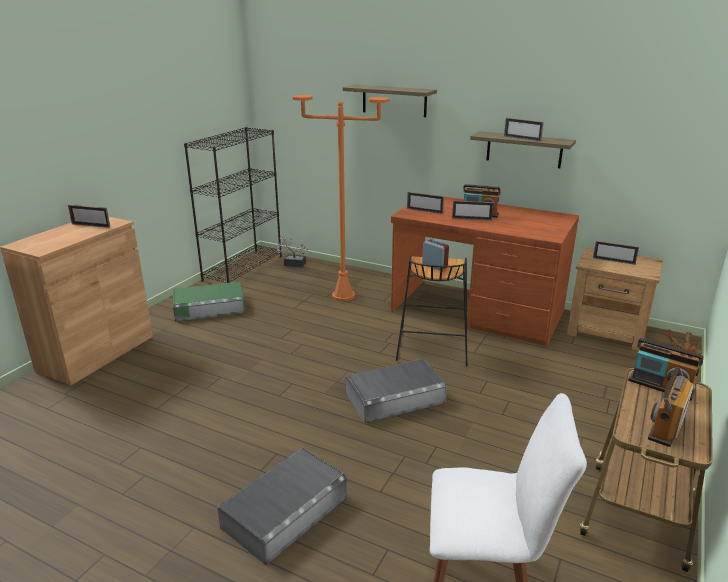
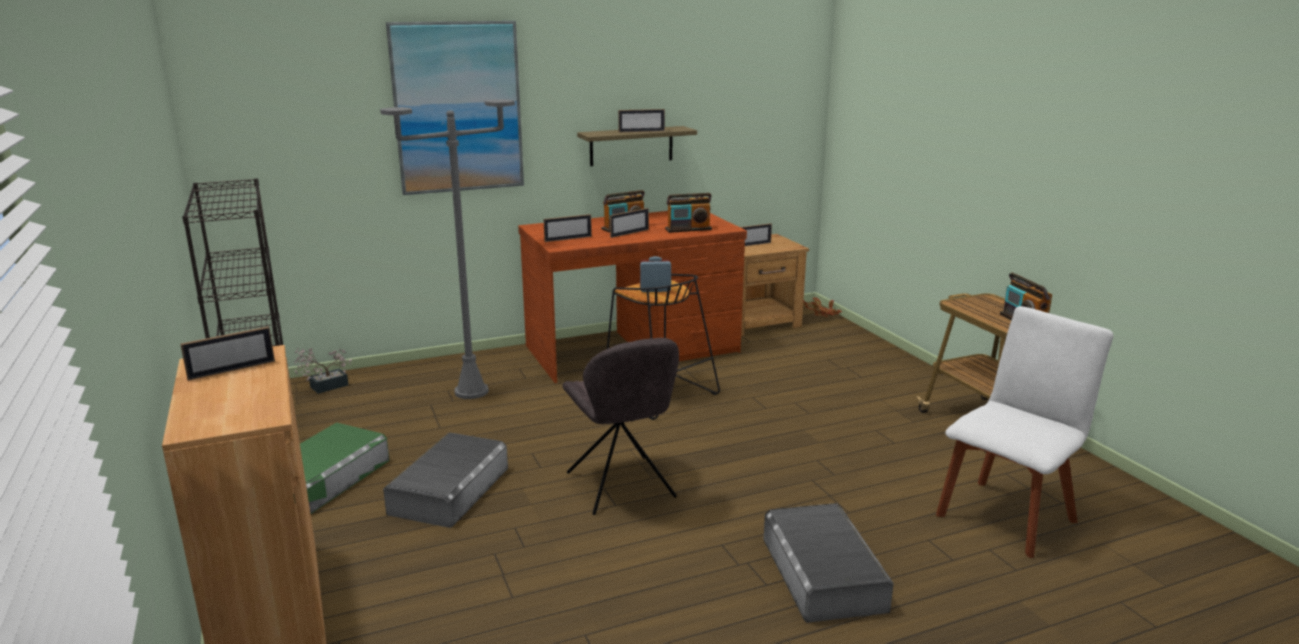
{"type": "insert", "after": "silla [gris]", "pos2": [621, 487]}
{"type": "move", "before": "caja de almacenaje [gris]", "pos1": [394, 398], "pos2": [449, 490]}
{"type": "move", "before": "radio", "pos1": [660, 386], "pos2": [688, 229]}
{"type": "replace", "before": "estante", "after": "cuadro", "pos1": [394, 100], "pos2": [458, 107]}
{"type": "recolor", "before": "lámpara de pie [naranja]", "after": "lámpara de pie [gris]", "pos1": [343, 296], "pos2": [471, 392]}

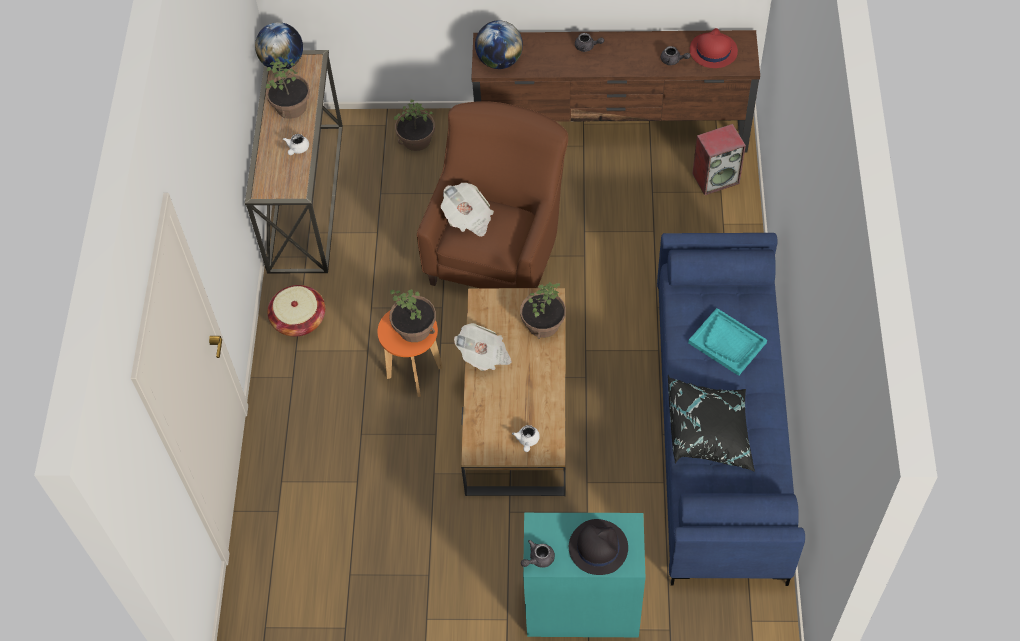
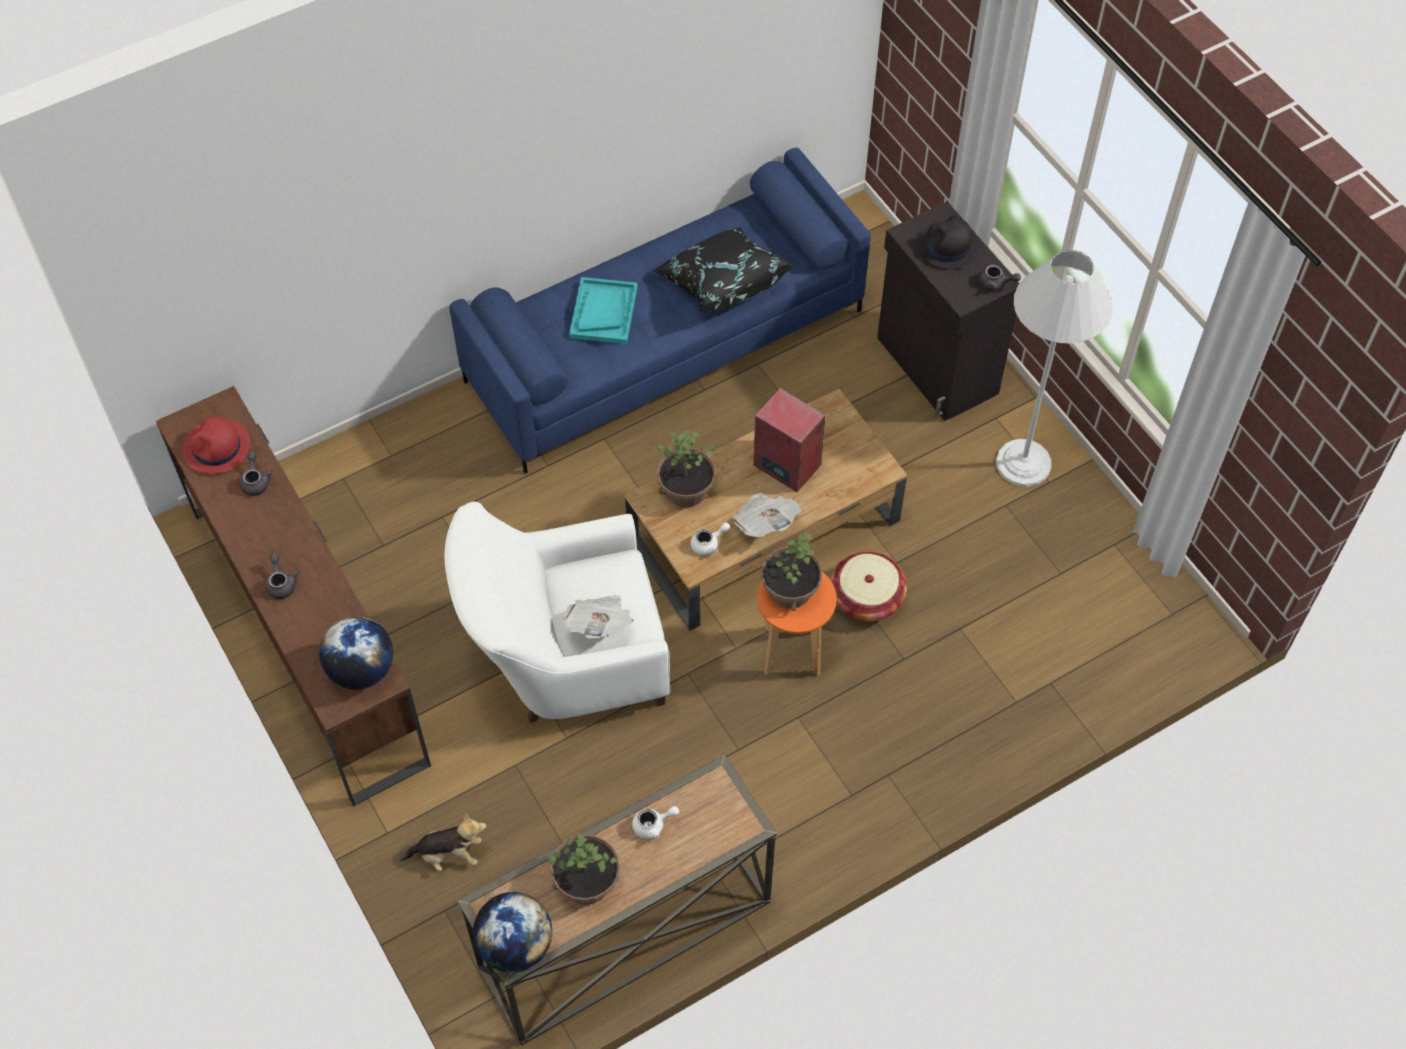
{"type": "insert", "after": "lámpara de pie [blanco]", "pos2": [1023, 463]}
{"type": "move", "before": "cesta", "pos1": [299, 320], "pos2": [866, 598]}
{"type": "move", "before": "tetera [blanco]", "pos1": [527, 441], "pos2": [708, 544]}
{"type": "move", "before": "altavoz", "pos1": [716, 178], "pos2": [785, 465]}
{"type": "replace", "before": "planta en maceta", "after": "peluche", "pos1": [416, 139], "pos2": [448, 855]}
{"type": "recolor", "before": "sillón [marrón]", "after": "sillón [blanco]", "pos1": [498, 248], "pos2": [565, 661]}
{"type": "recolor", "before": "armario [turquesa]", "after": "armario [negro]", "pos1": [581, 606], "pos2": [936, 367]}

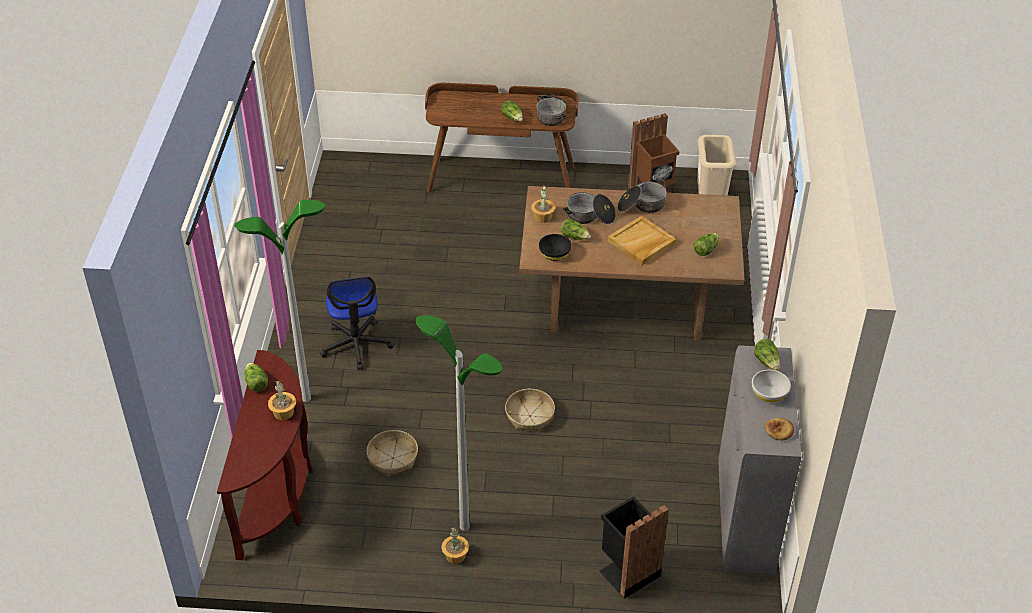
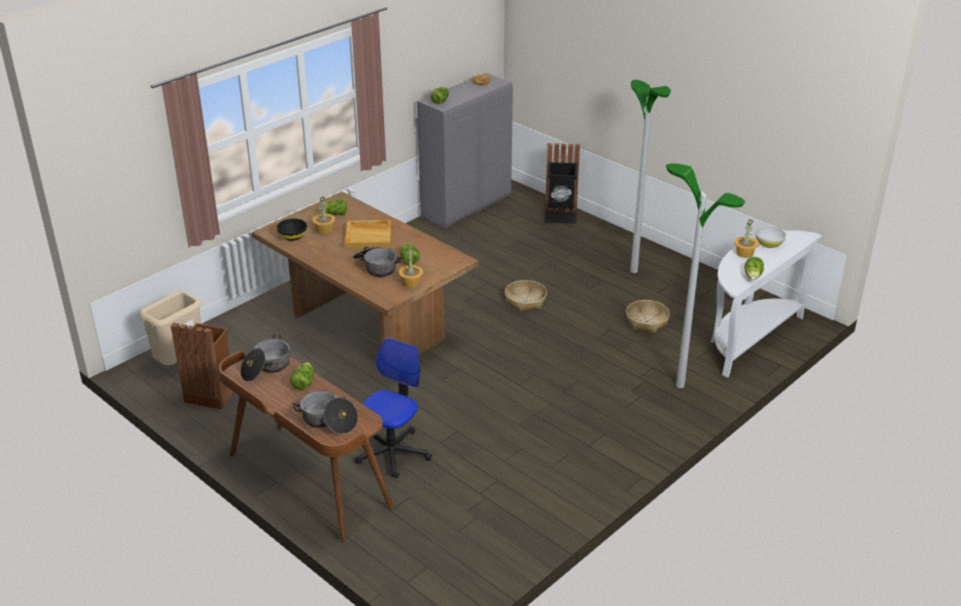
{"type": "move", "before": "silla de oficina", "pos1": [356, 345], "pos2": [392, 453]}
{"type": "move", "before": "planta en maceta", "pos1": [455, 556], "pos2": [324, 230]}
{"type": "move", "before": "cuenco [negro]", "pos1": [554, 254], "pos2": [293, 236]}
{"type": "move", "before": "olla", "pos1": [641, 205], "pos2": [328, 421]}
{"type": "move", "before": "cuenco [blanco]", "pos1": [769, 394], "pos2": [768, 244]}
{"type": "recolor", "before": "mesa consola [marrón]", "after": "mesa consola [blanco]", "pos1": [277, 494], "pos2": [749, 338]}

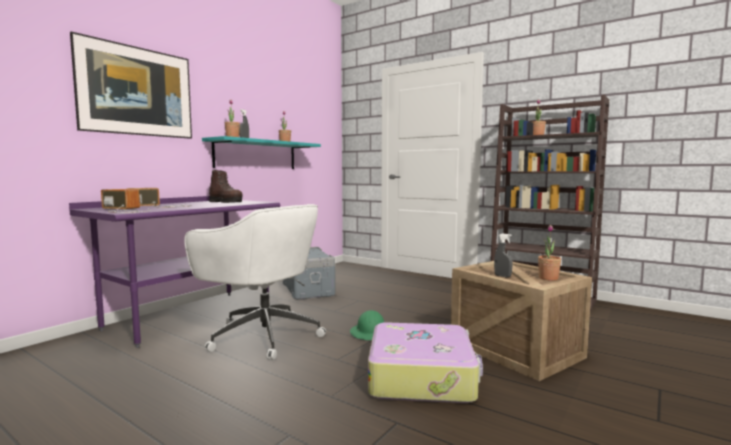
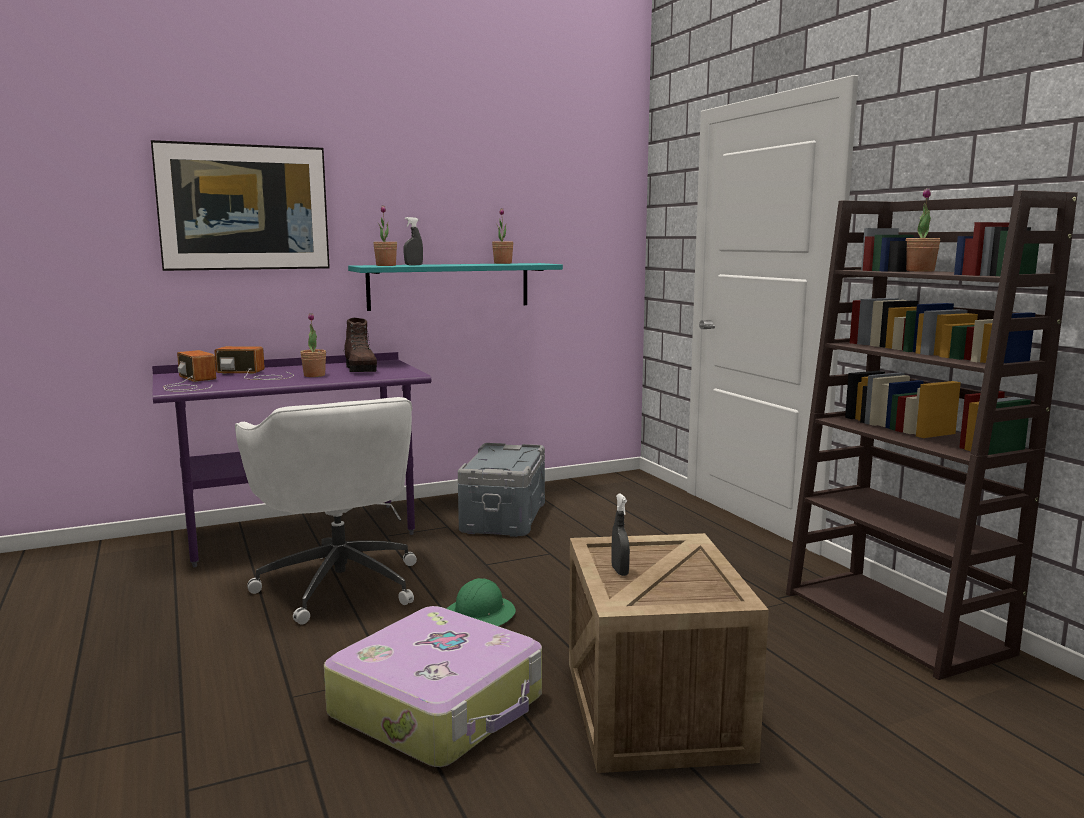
{"type": "move", "before": "planta en maceta", "pos1": [548, 278], "pos2": [314, 375]}

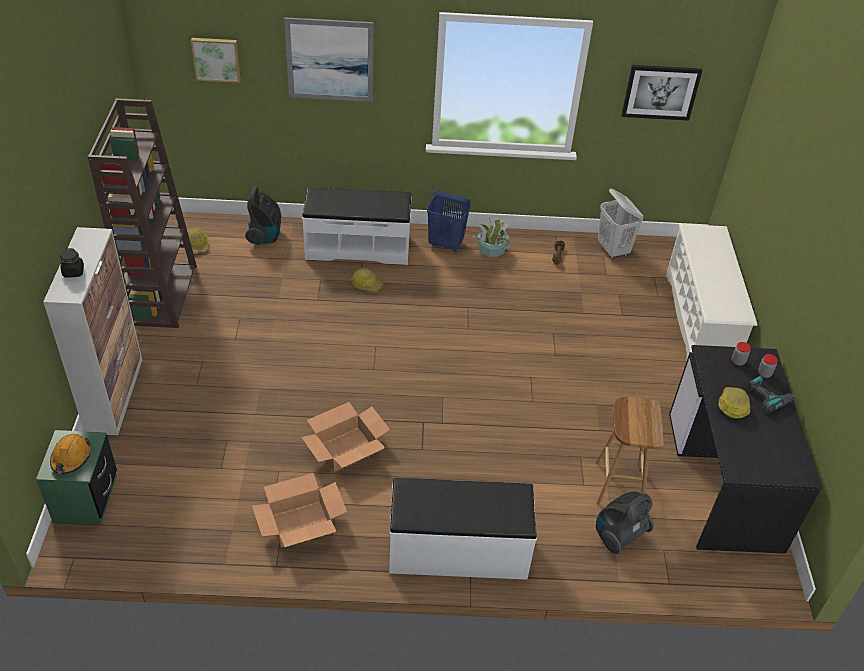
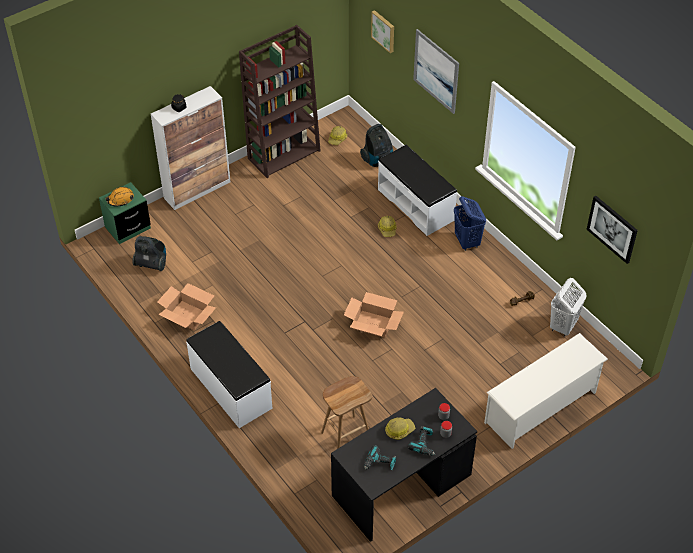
{"type": "delete", "before": "planta en maceta", "pos1": [491, 250]}
{"type": "insert", "after": "taladro", "pos2": [379, 463]}
{"type": "move", "before": "caja de cartón", "pos1": [346, 449], "pos2": [373, 324]}
{"type": "move", "before": "aspiradora", "pos1": [618, 535], "pos2": [152, 264]}

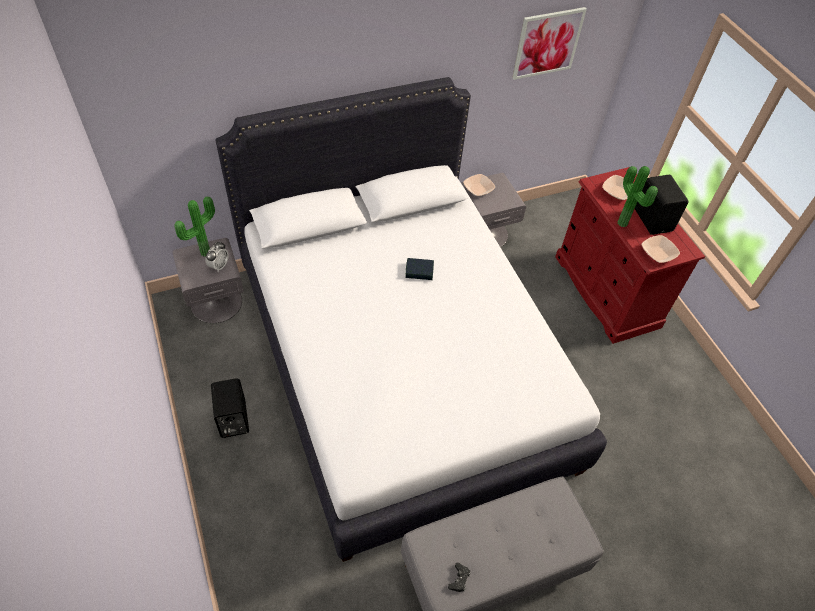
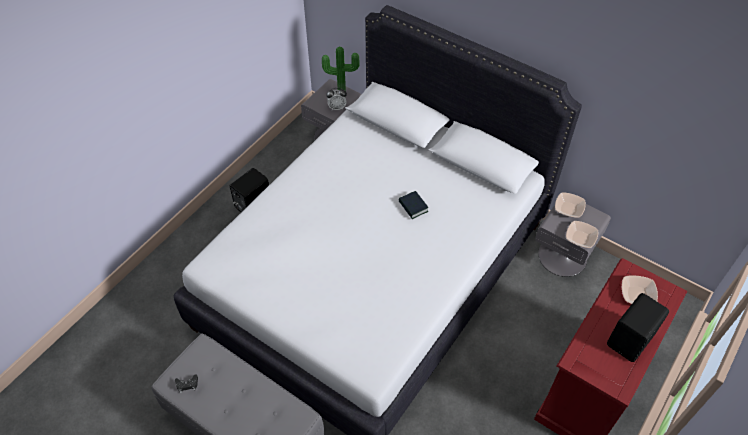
{"type": "delete", "before": "cuadro", "pos1": [547, 43]}
{"type": "delete", "before": "planta en maceta", "pos1": [624, 222]}
{"type": "move", "before": "cuenco", "pos1": [658, 253], "pos2": [580, 238]}

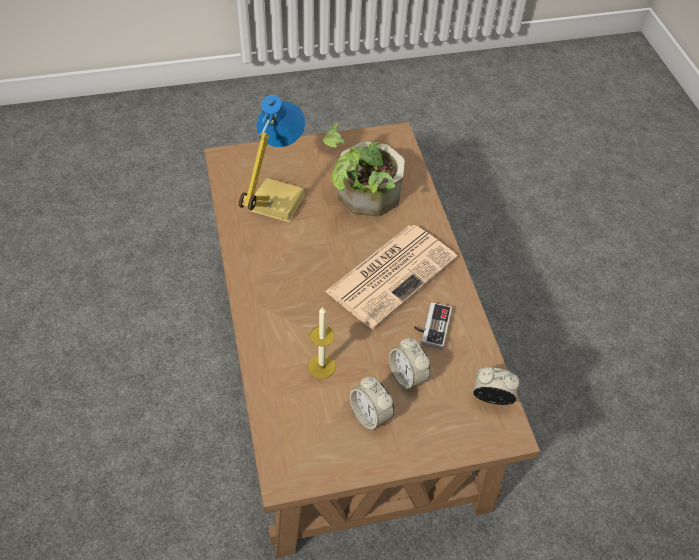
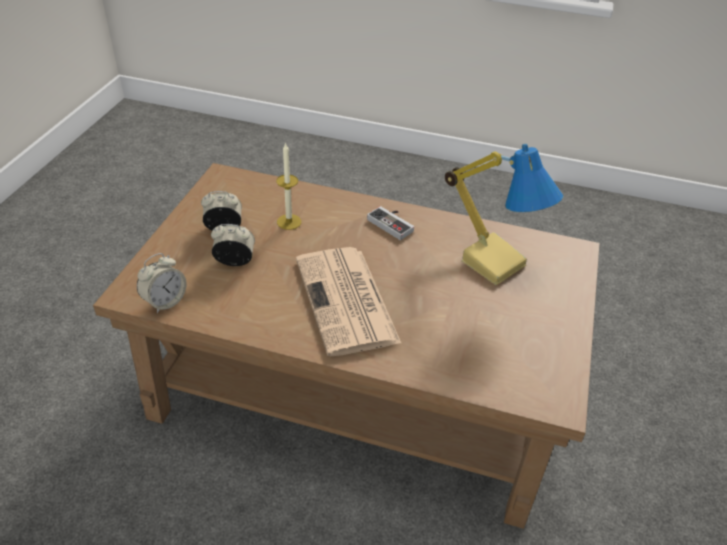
{"type": "delete", "before": "planta en maceta", "pos1": [362, 198]}
{"type": "move", "before": "mando de consola", "pos1": [431, 326], "pos2": [393, 223]}

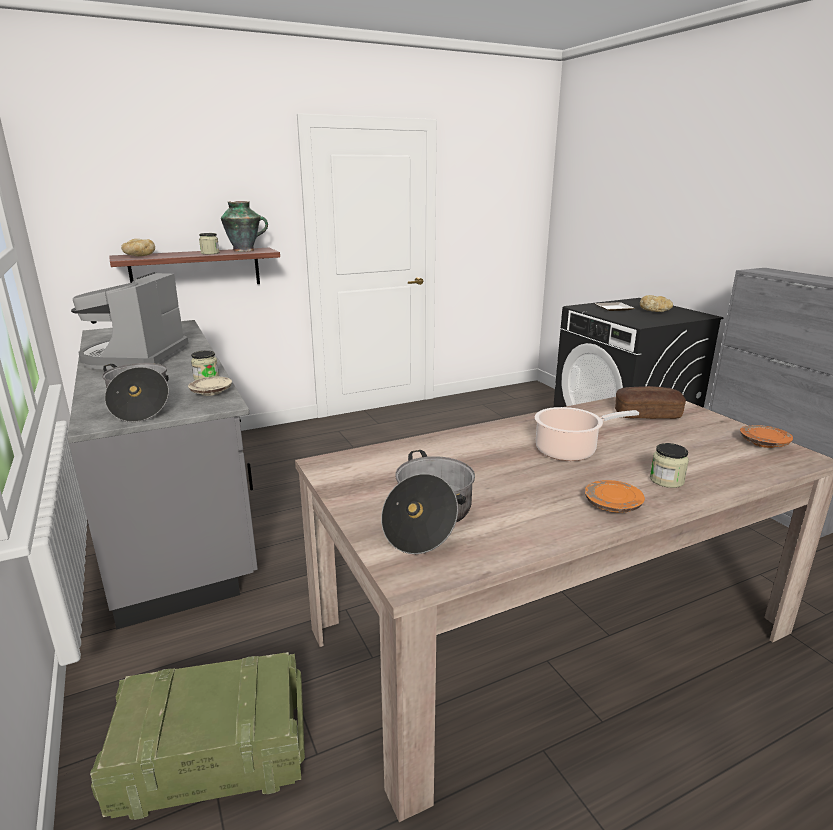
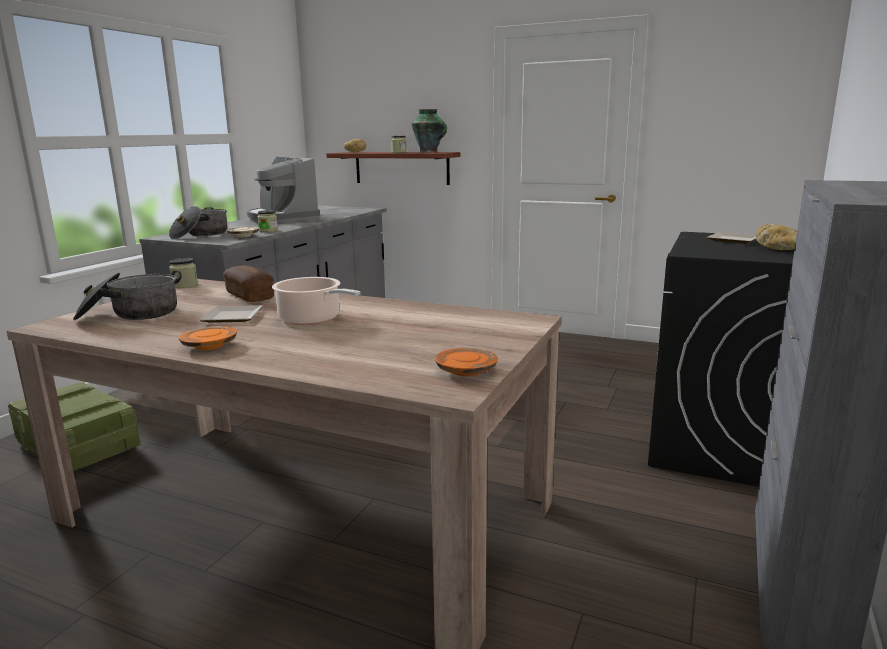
{"type": "insert", "after": "plato", "pos2": [230, 317]}
{"type": "move", "before": "pan", "pos1": [647, 415], "pos2": [250, 296]}
{"type": "move", "before": "tarro", "pos1": [666, 480], "pos2": [185, 285]}
{"type": "rotate", "before": "cafetera", "pos1": [135, 358], "pos2": [282, 218], "turn": -90}

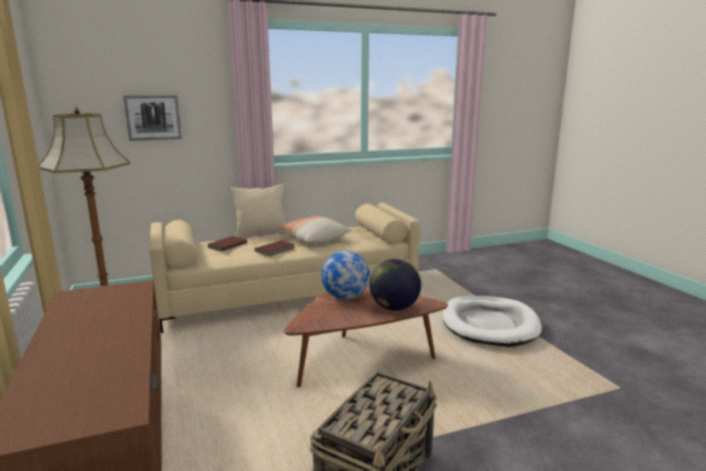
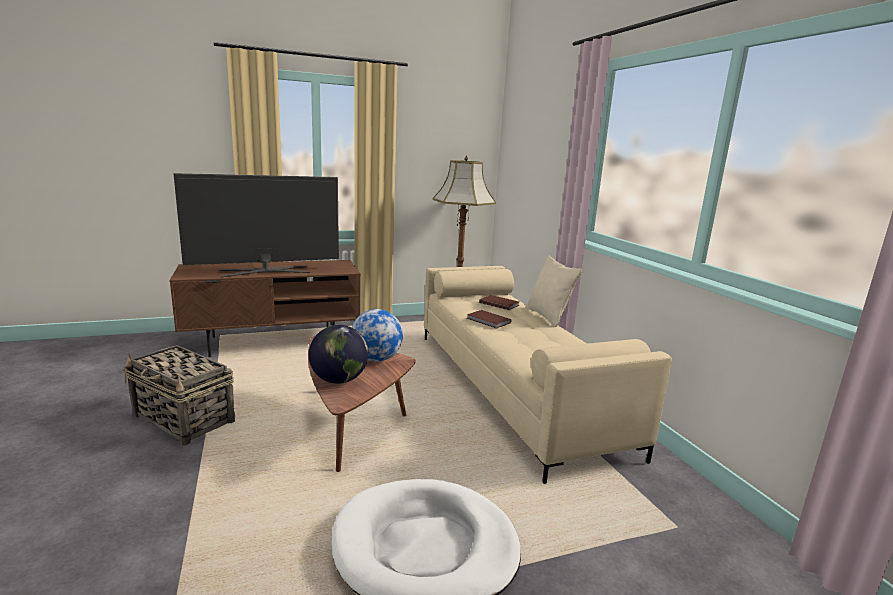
{"type": "delete", "before": "cuadro", "pos1": [153, 117]}
{"type": "delete", "before": "cojín", "pos1": [314, 239]}
{"type": "insert", "after": "televisor", "pos2": [266, 271]}

